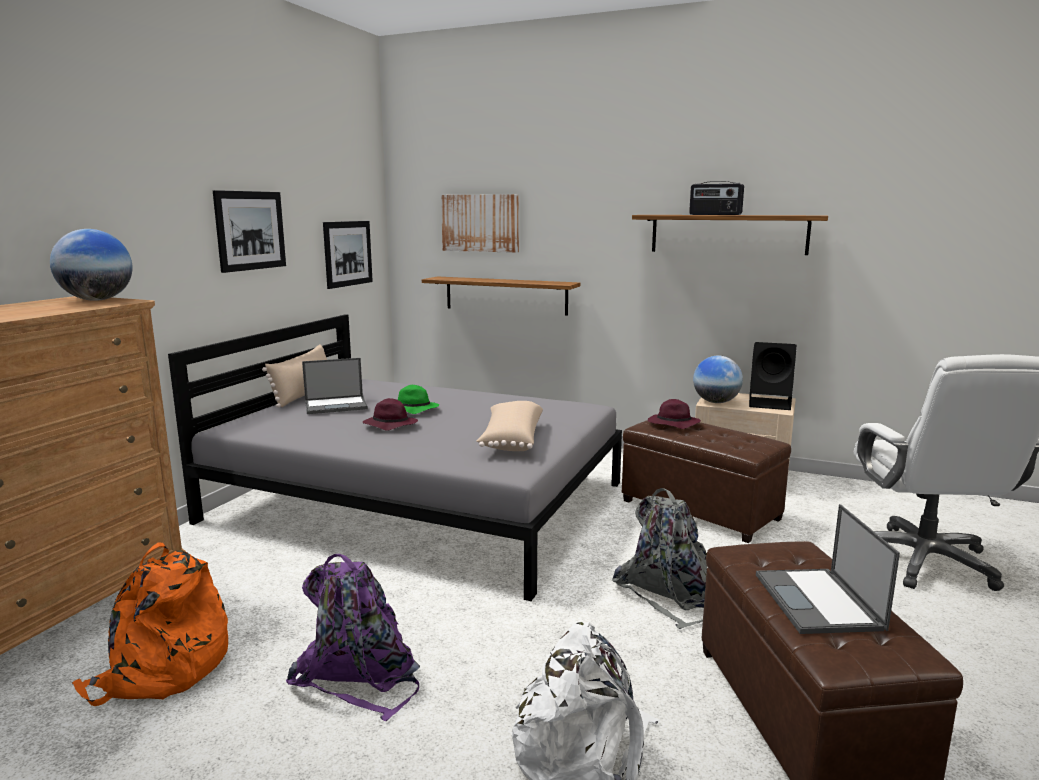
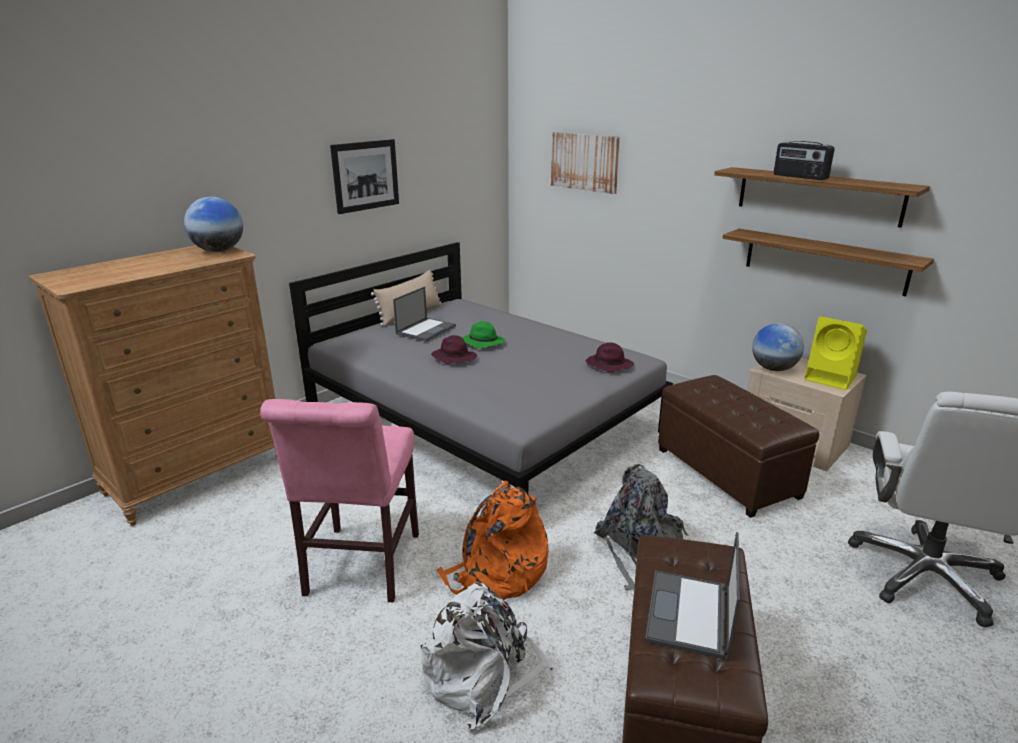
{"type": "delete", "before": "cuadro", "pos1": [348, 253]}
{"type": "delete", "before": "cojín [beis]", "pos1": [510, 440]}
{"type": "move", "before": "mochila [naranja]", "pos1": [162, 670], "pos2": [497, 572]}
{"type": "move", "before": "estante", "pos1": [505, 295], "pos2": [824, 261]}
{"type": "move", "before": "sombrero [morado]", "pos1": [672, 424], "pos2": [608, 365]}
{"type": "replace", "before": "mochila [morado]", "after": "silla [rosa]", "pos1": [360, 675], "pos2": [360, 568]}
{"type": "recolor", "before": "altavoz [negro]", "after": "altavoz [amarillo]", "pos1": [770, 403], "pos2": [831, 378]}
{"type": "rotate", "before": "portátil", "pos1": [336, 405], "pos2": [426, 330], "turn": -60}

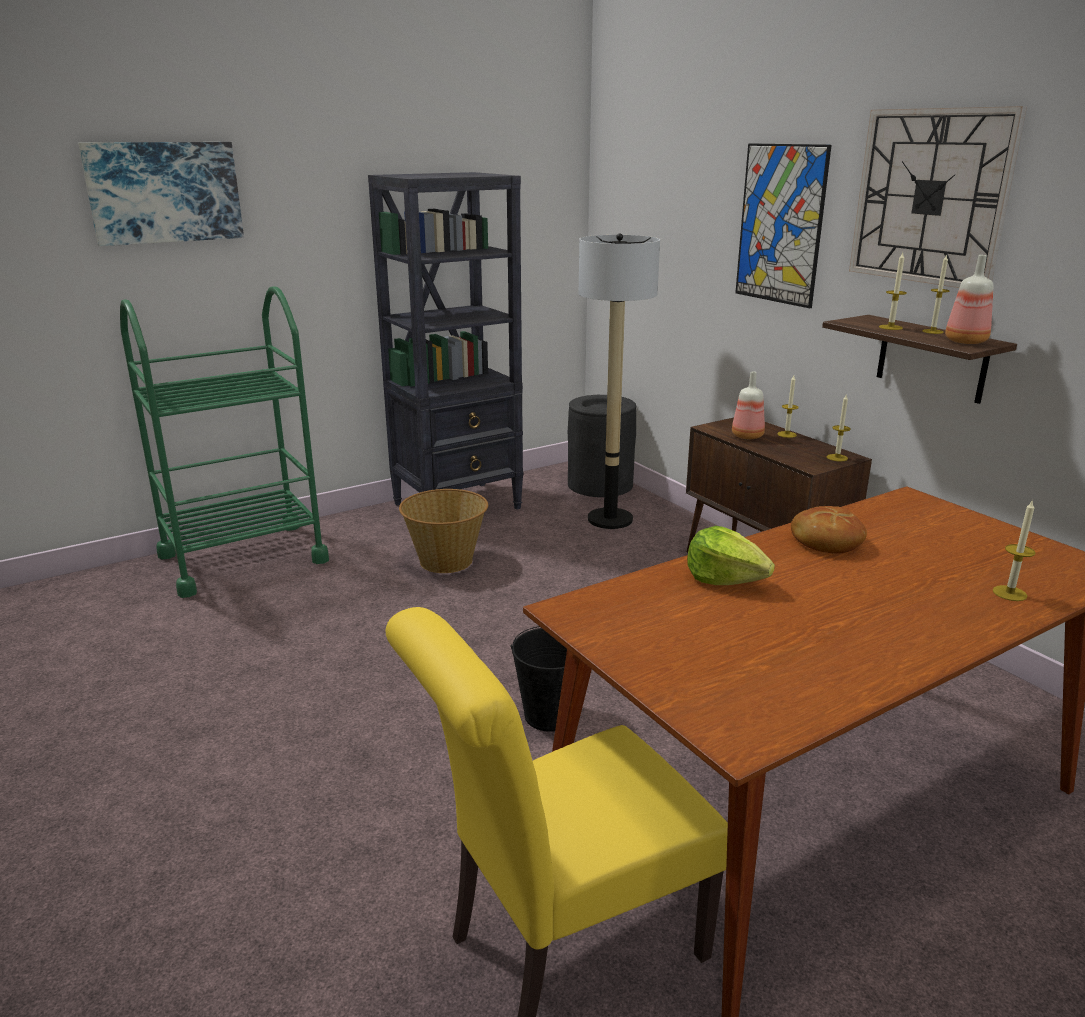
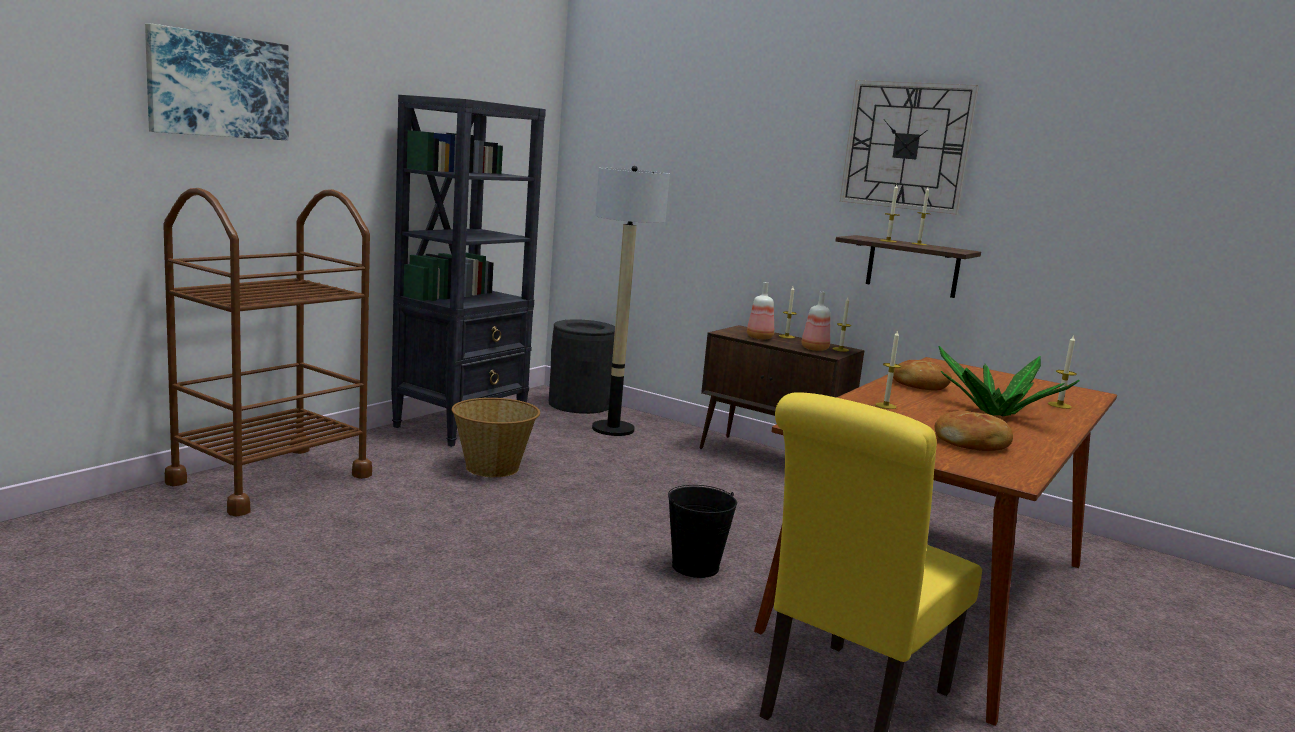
{"type": "delete", "before": "cuadro", "pos1": [780, 224]}
{"type": "insert", "after": "pan", "pos2": [972, 443]}
{"type": "insert", "after": "planta en maceta", "pos2": [995, 414]}
{"type": "move", "before": "botella", "pos1": [966, 342], "pos2": [815, 349]}
{"type": "replace", "before": "lechuga", "after": "vela", "pos1": [724, 579], "pos2": [885, 406]}
{"type": "recolor", "before": "carrito [verde]", "after": "carrito [marrón]", "pos1": [243, 558], "pos2": [271, 479]}

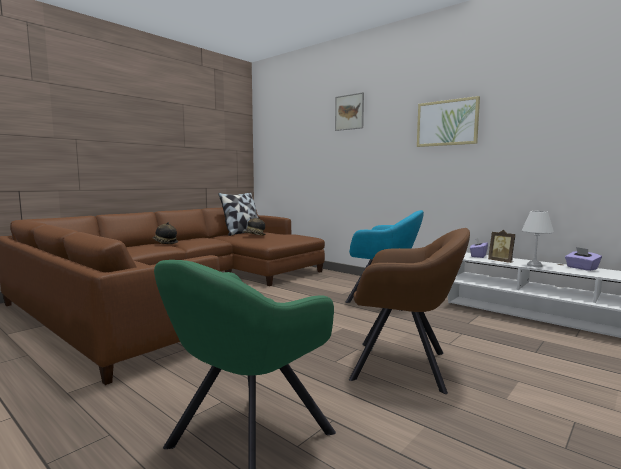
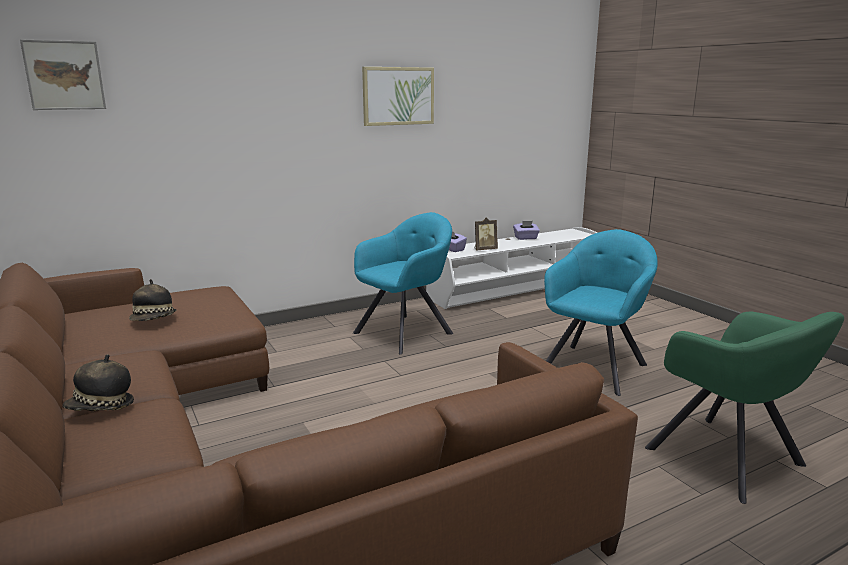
{"type": "delete", "before": "cojín", "pos1": [242, 233]}
{"type": "delete", "before": "lámpara de mesa [blanco]", "pos1": [534, 265]}
{"type": "move", "before": "cuadro", "pos1": [349, 112], "pos2": [64, 75]}
{"type": "recolor", "before": "sillón [marrón]", "after": "sillón [turquesa]", "pos1": [405, 366], "pos2": [595, 366]}

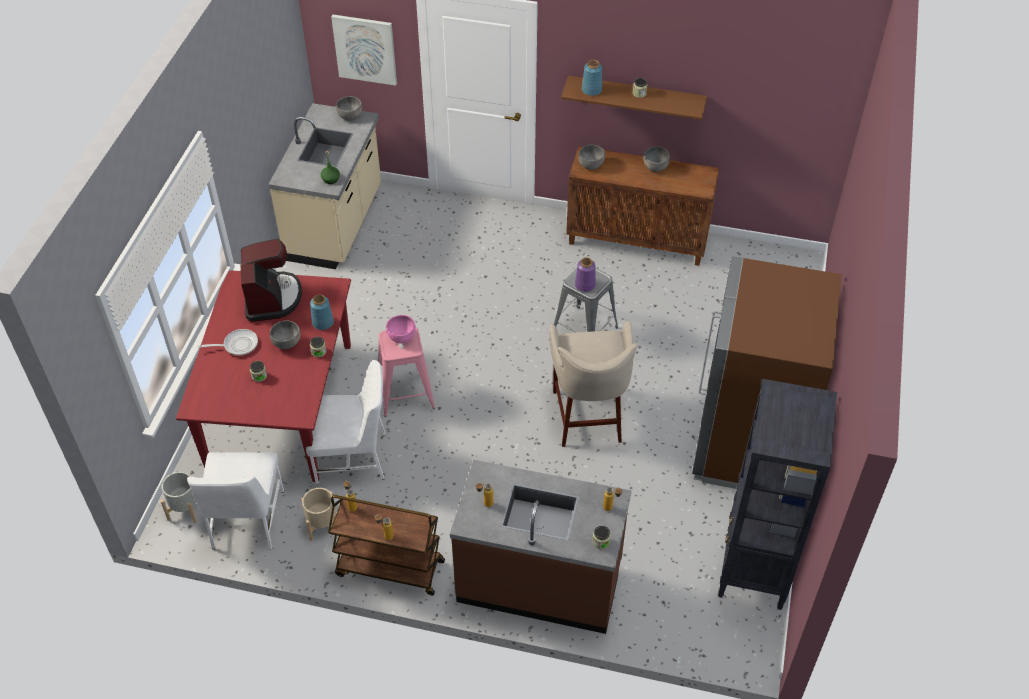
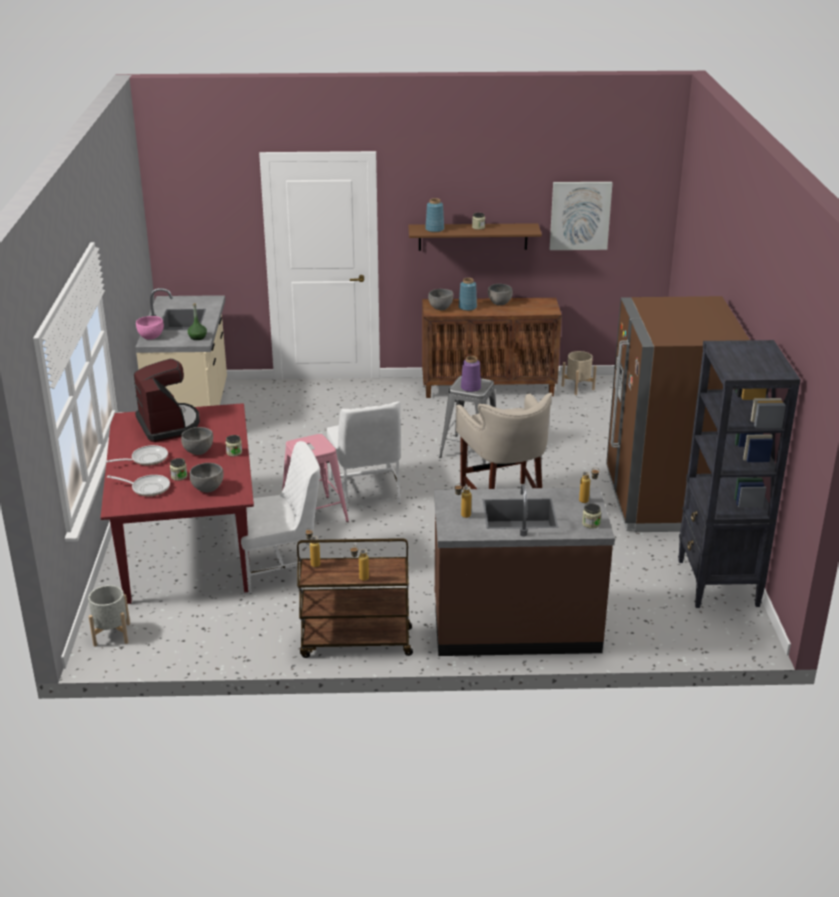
{"type": "insert", "after": "sartén", "pos2": [147, 488]}
{"type": "move", "before": "silla [blanco]", "pos1": [246, 520], "pos2": [366, 491]}
{"type": "move", "before": "maceta [beis]", "pos1": [323, 525], "pos2": [578, 388]}
{"type": "move", "before": "florero [azul]", "pos1": [323, 323], "pos2": [467, 307]}
{"type": "move", "before": "cuadro", "pos1": [365, 49], "pos2": [580, 215]}
{"type": "move", "before": "cuenco [gris]", "pos1": [350, 117], "pos2": [208, 488]}
{"type": "move", "before": "cuenco [rosa]", "pos1": [401, 338], "pos2": [151, 337]}

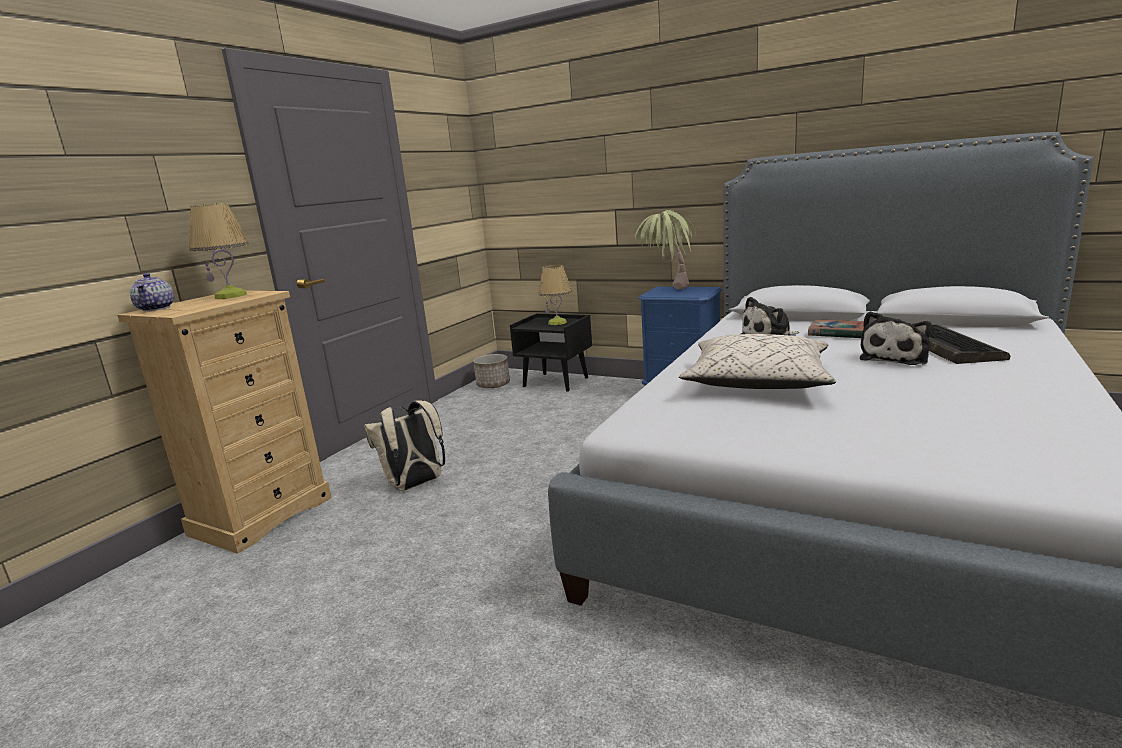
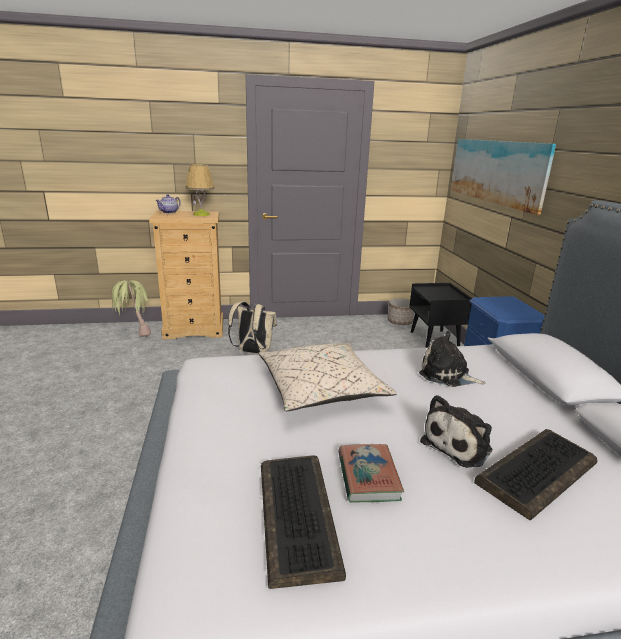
{"type": "delete", "before": "lámpara de mesa", "pos1": [557, 322]}
{"type": "insert", "after": "teclado", "pos2": [299, 518]}
{"type": "insert", "after": "cuadro", "pos2": [497, 171]}
{"type": "move", "before": "planta en maceta", "pos1": [666, 292], "pos2": [134, 333]}
{"type": "move", "before": "libro", "pos1": [839, 333], "pos2": [368, 476]}
{"type": "rotate", "before": "peluche", "pos1": [896, 357], "pos2": [459, 445], "turn": -45}

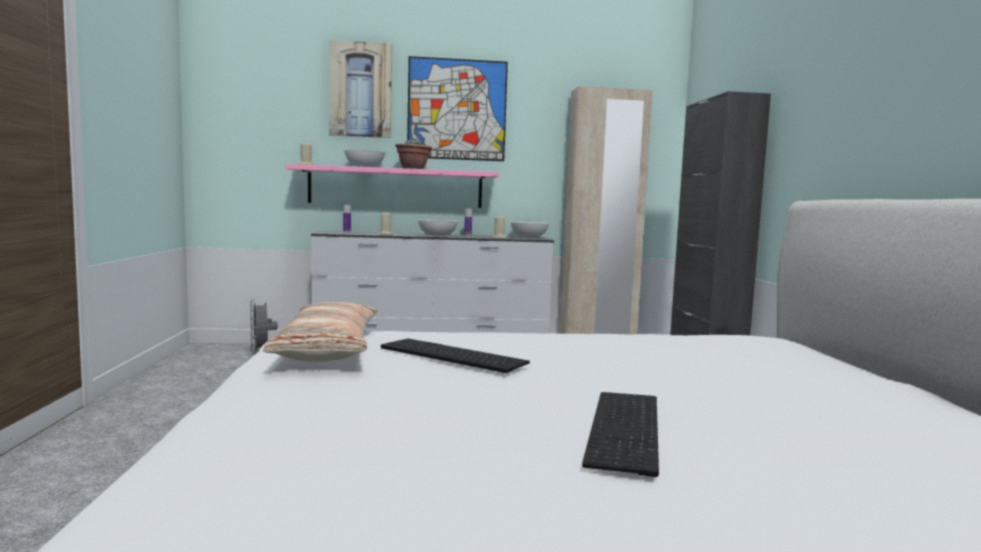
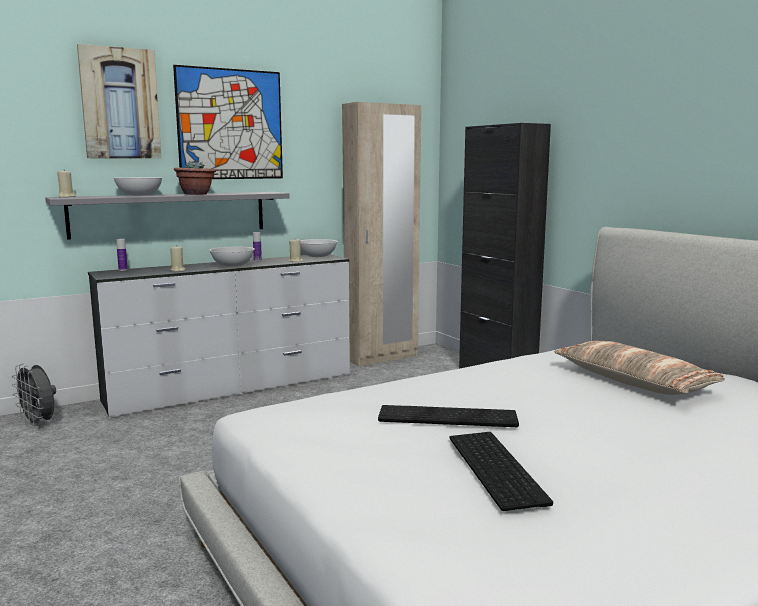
{"type": "move", "before": "cojín", "pos1": [329, 349], "pos2": [633, 381]}
{"type": "move", "before": "teclado", "pos1": [628, 430], "pos2": [499, 468]}
{"type": "recolor", "before": "estante [rosa]", "after": "estante [gris]", "pos1": [396, 187], "pos2": [170, 214]}

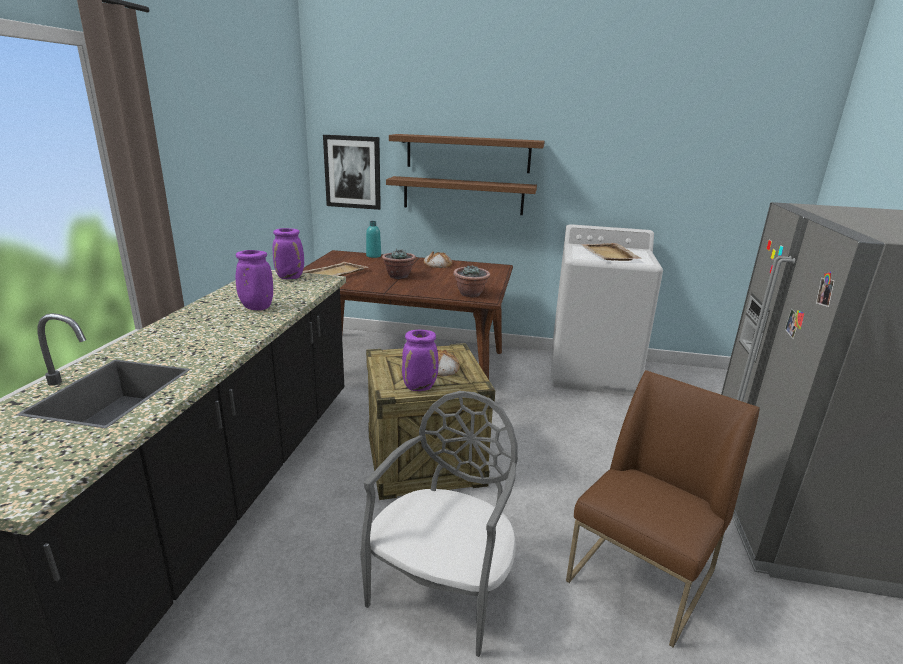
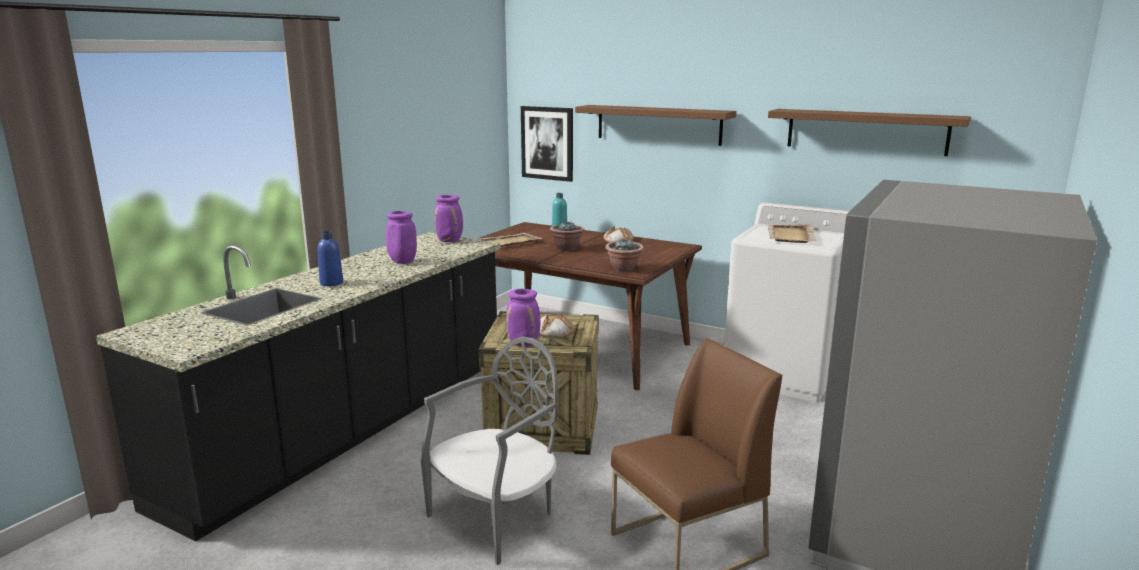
{"type": "insert", "after": "botella [azul]", "pos2": [331, 283]}
{"type": "move", "before": "estante [marrón]", "pos1": [463, 195], "pos2": [866, 131]}

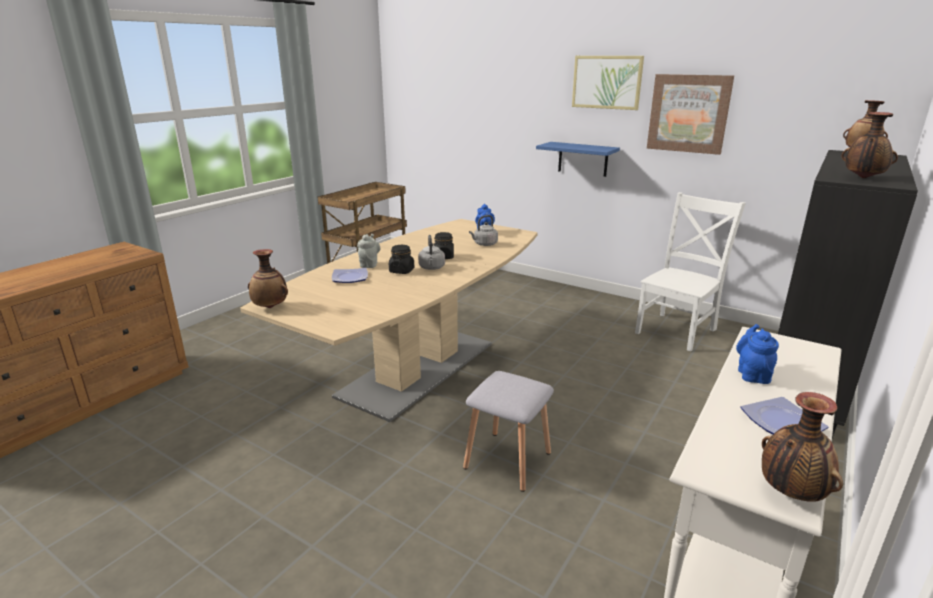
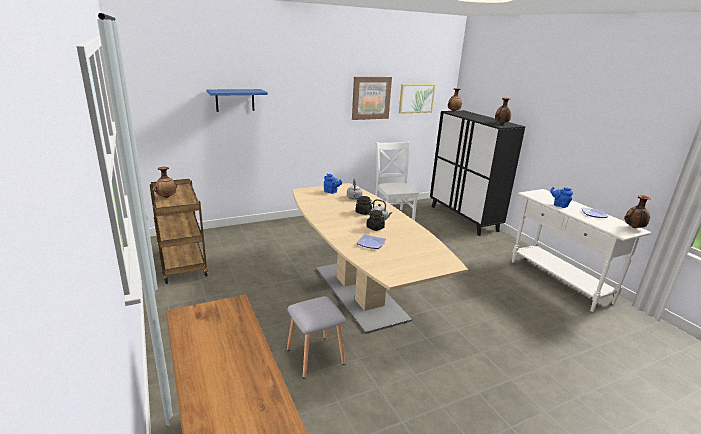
{"type": "delete", "before": "tetera [gris]", "pos1": [369, 264]}
{"type": "move", "before": "florero", "pos1": [271, 307], "pos2": [166, 197]}
{"type": "move", "before": "taburete [gris]", "pos1": [507, 459], "pos2": [314, 356]}
{"type": "move", "before": "estante [azul]", "pos1": [583, 159], "pos2": [235, 100]}
{"type": "move", "before": "cuadro", "pos1": [607, 82], "pos2": [416, 98]}

